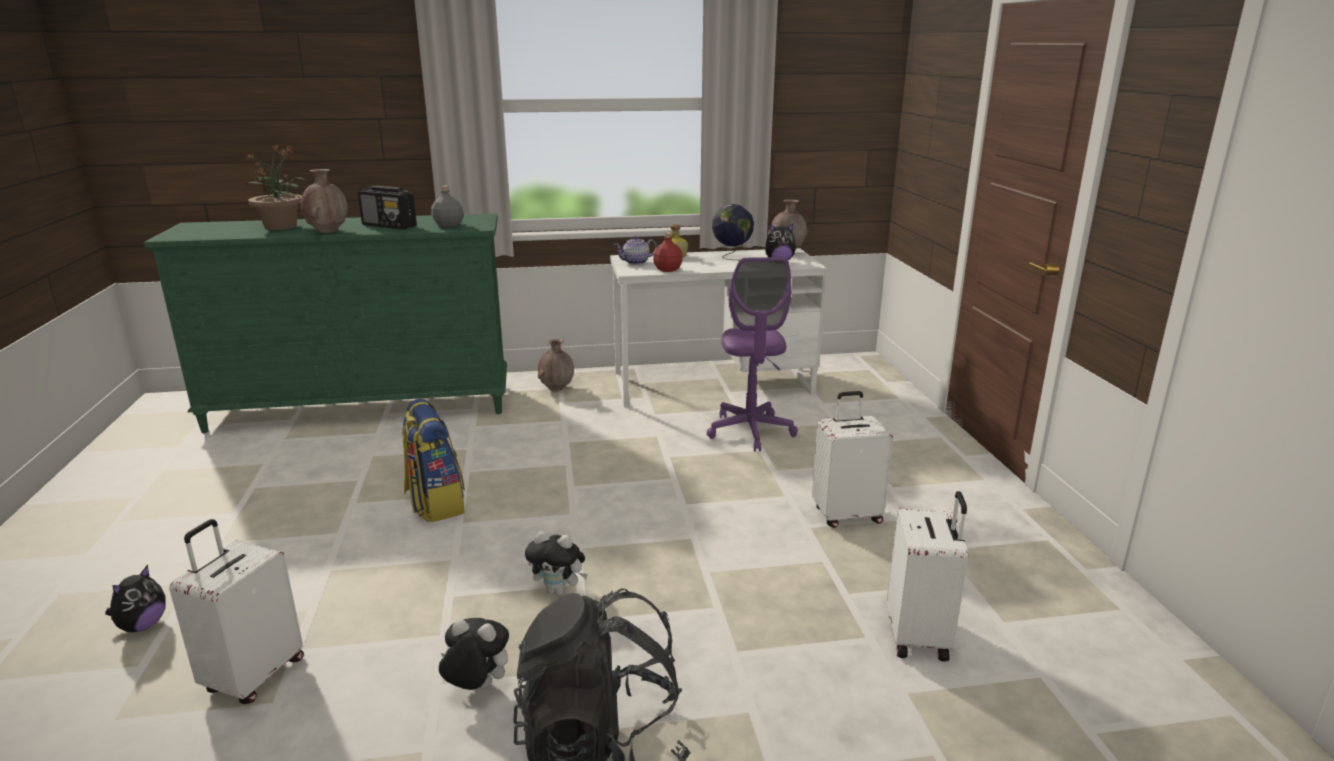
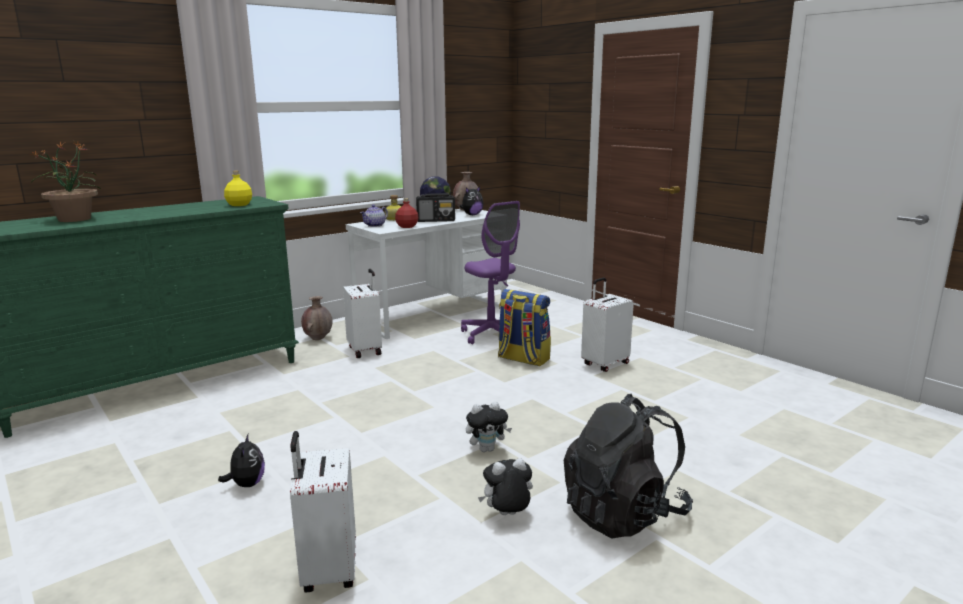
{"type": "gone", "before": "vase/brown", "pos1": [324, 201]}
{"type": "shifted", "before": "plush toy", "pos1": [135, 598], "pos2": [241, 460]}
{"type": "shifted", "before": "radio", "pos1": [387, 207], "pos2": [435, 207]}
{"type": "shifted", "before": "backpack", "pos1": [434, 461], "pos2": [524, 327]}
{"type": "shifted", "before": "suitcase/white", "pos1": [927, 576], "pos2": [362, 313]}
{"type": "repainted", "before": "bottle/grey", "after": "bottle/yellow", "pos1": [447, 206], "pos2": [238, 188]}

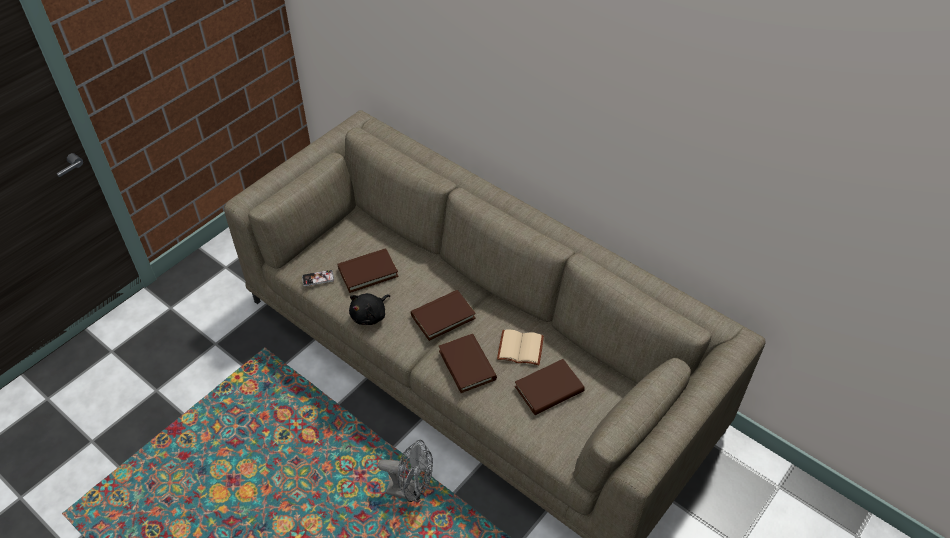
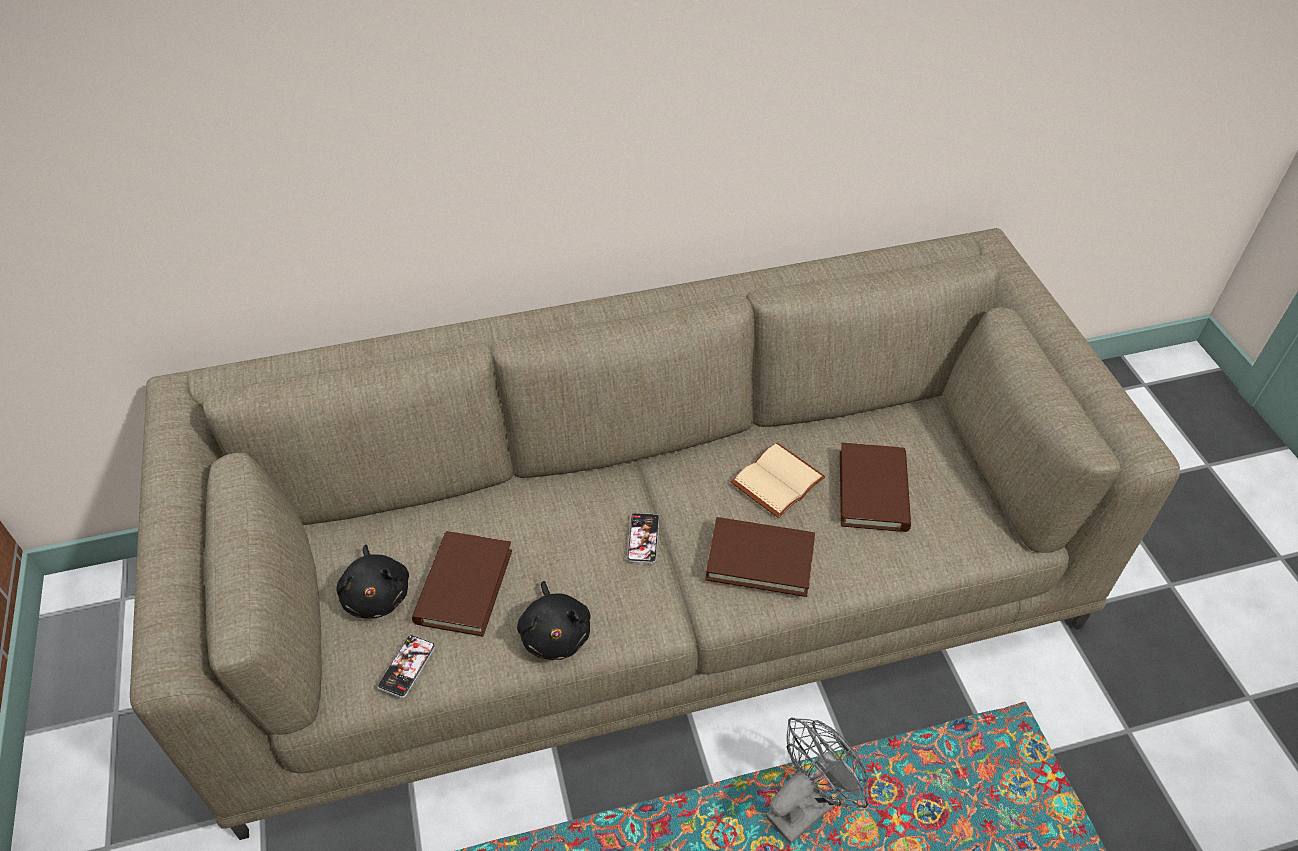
{"type": "new", "after": "plush toy/black", "pos2": [373, 581]}
{"type": "swapped", "before": "book/brown", "after": "phone", "pos1": [443, 315], "pos2": [643, 538]}

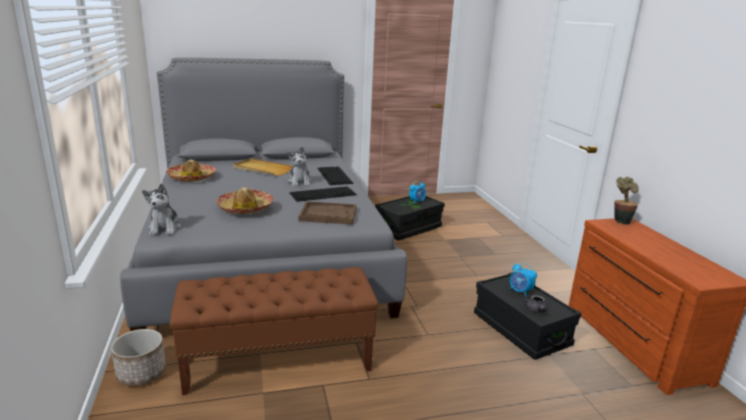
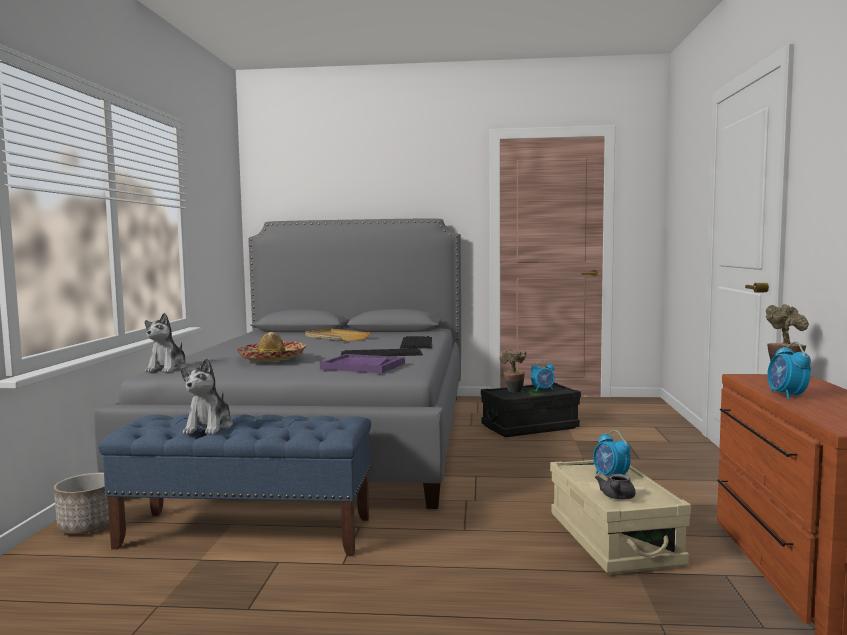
{"type": "gone", "before": "hat", "pos1": [191, 171]}
{"type": "new", "after": "potted plant", "pos2": [513, 371]}
{"type": "new", "after": "alarm clock", "pos2": [789, 371]}
{"type": "shifted", "before": "plush toy", "pos1": [299, 166], "pos2": [207, 396]}
{"type": "repainted", "before": "bench/brown", "after": "bench/blue", "pos1": [274, 331], "pos2": [234, 485]}
{"type": "repainted", "before": "tray/brown", "after": "tray/purple", "pos1": [328, 213], "pos2": [362, 363]}
{"type": "repainted", "before": "storage box/black", "after": "storage box/beige", "pos1": [527, 316], "pos2": [620, 517]}

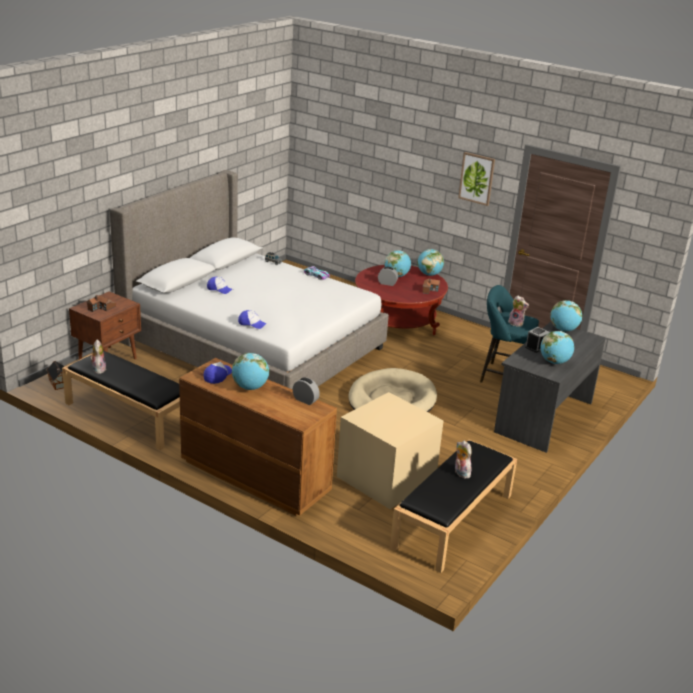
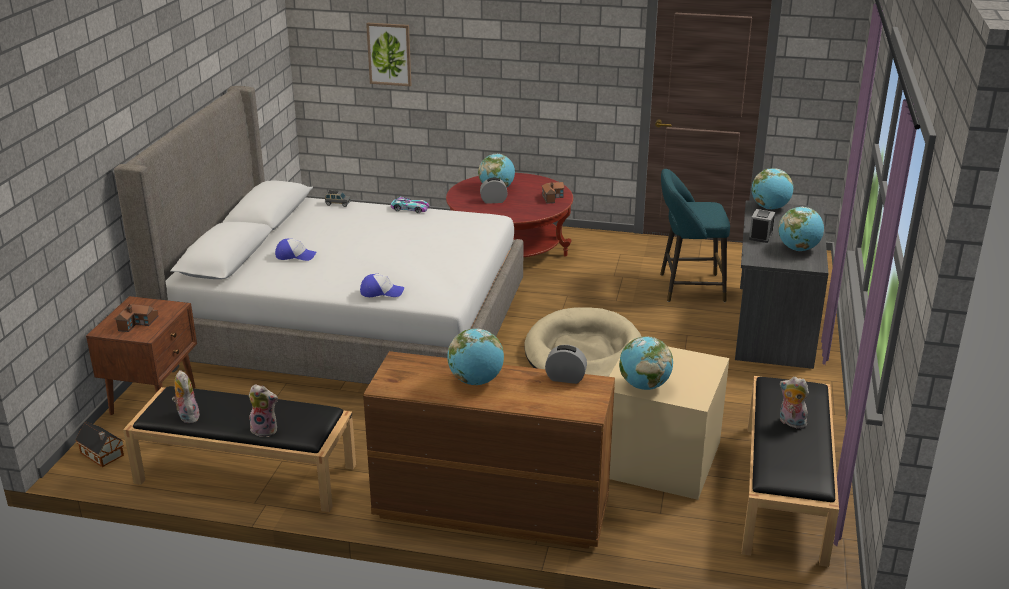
{"type": "gone", "before": "cap", "pos1": [218, 373]}
{"type": "shifted", "before": "globe", "pos1": [430, 262], "pos2": [646, 363]}
{"type": "shifted", "before": "picture", "pos1": [476, 179], "pos2": [388, 54]}
{"type": "shifted", "before": "plush toy", "pos1": [518, 311], "pos2": [263, 410]}

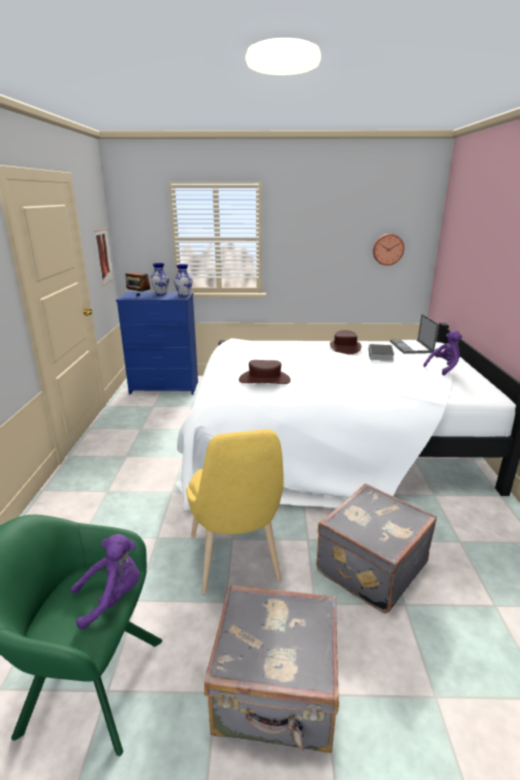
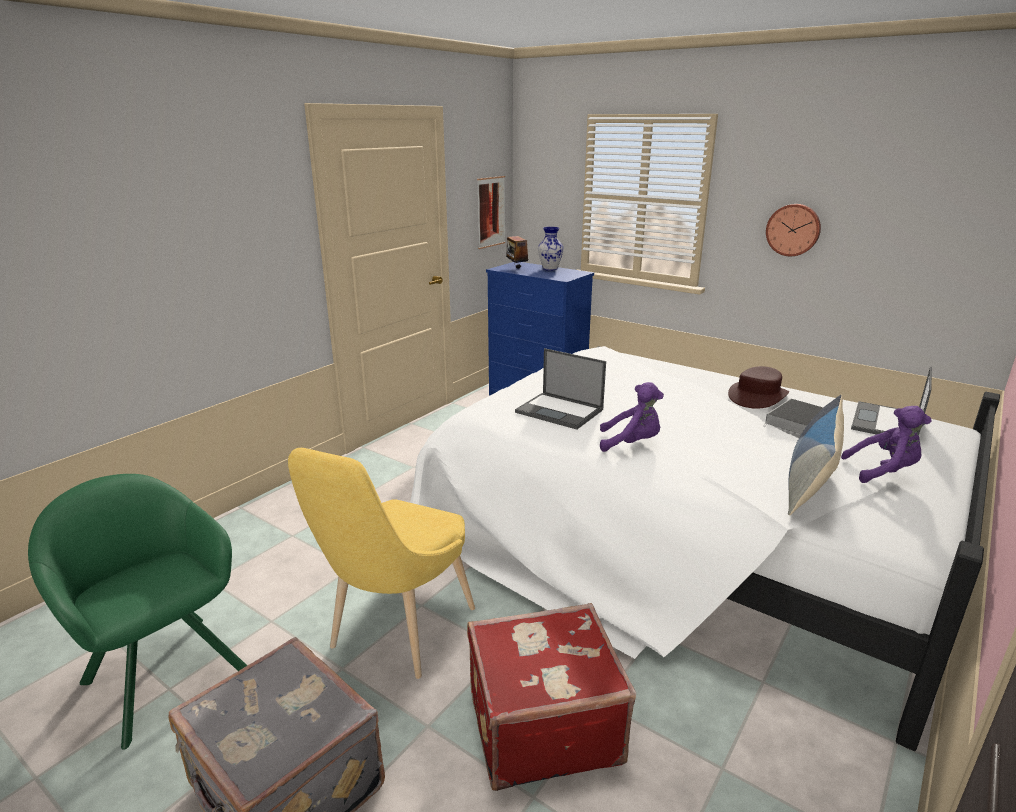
{"type": "gone", "before": "vase", "pos1": [183, 280]}
{"type": "new", "after": "pillow", "pos2": [816, 455]}
{"type": "shifted", "before": "plush toy/purple", "pos1": [105, 581], "pos2": [632, 417]}
{"type": "shifted", "before": "wall clock", "pos1": [388, 250], "pos2": [793, 230]}
{"type": "swapped", "before": "hat/brown", "after": "laptop", "pos1": [265, 372], "pos2": [560, 389]}
{"type": "repainted", "before": "suitcase/grey", "after": "suitcase/red", "pos1": [376, 549], "pos2": [551, 697]}

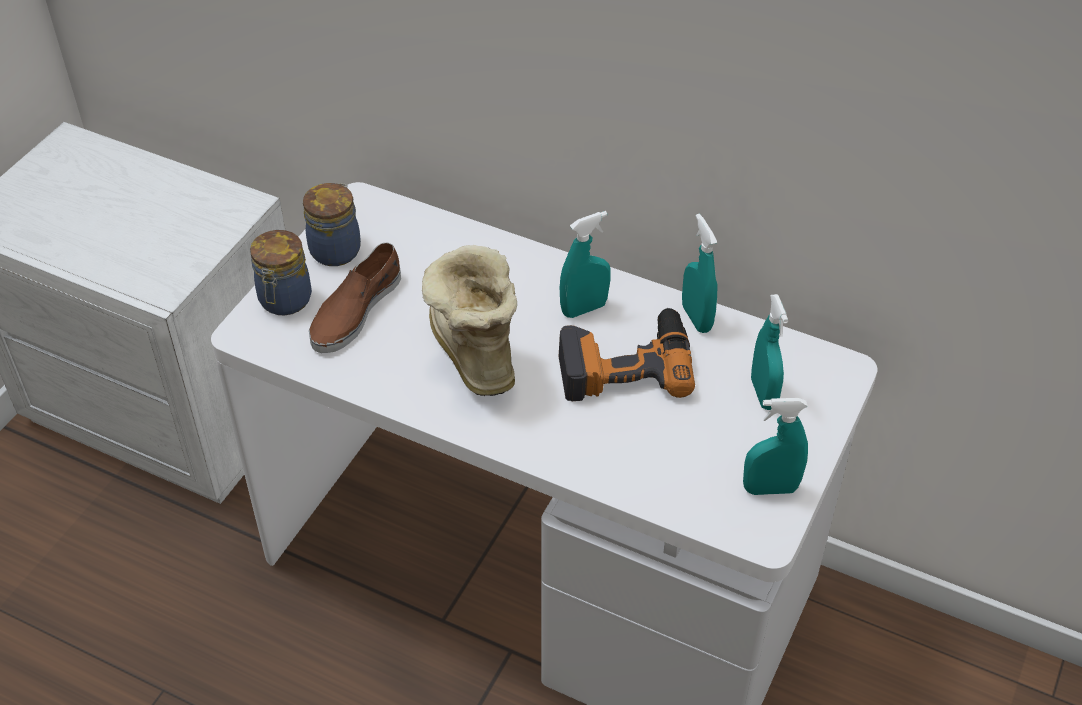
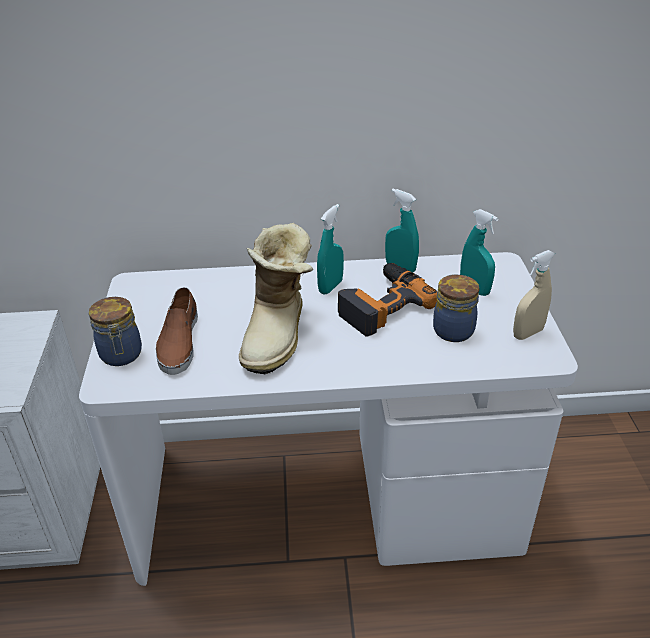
{"type": "shifted", "before": "jar", "pos1": [332, 224], "pos2": [456, 308]}
{"type": "repainted", "before": "spray bottle/turquoise", "after": "spray bottle/beige", "pos1": [775, 446], "pos2": [534, 295]}
{"type": "rotated", "before": "boot", "pos1": [469, 320], "pos2": [276, 298], "turn": -120}

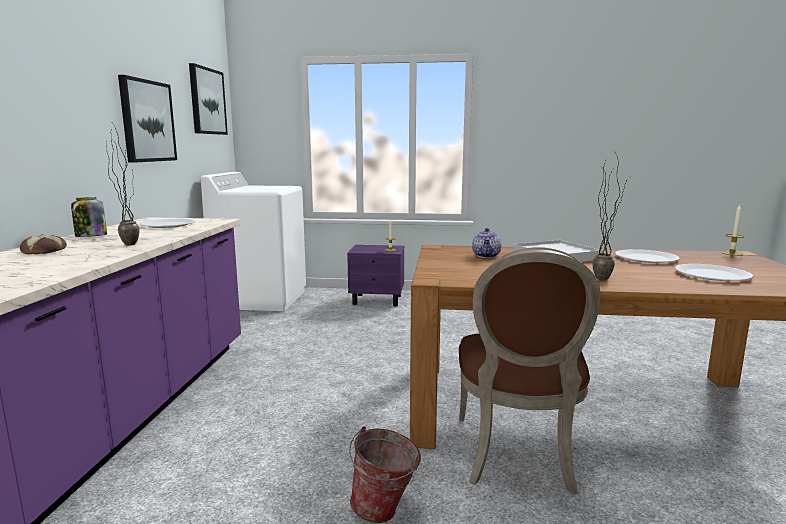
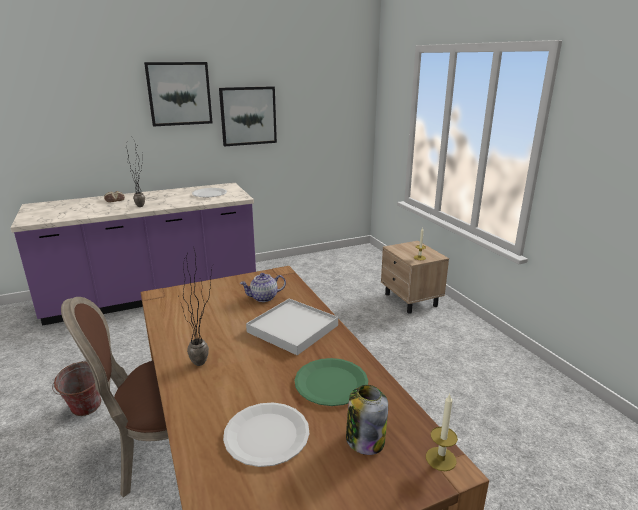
{"type": "gone", "before": "washing machine/white", "pos1": [253, 241]}
{"type": "shifted", "before": "jar", "pos1": [89, 217], "pos2": [367, 420]}
{"type": "shifted", "before": "picture", "pos1": [208, 99], "pos2": [178, 94]}
{"type": "repainted", "before": "nightstand/purple", "after": "nightstand/beige", "pos1": [375, 275], "pos2": [415, 277]}
{"type": "repainted", "before": "plate/white", "after": "plate/green", "pos1": [647, 256], "pos2": [331, 382]}

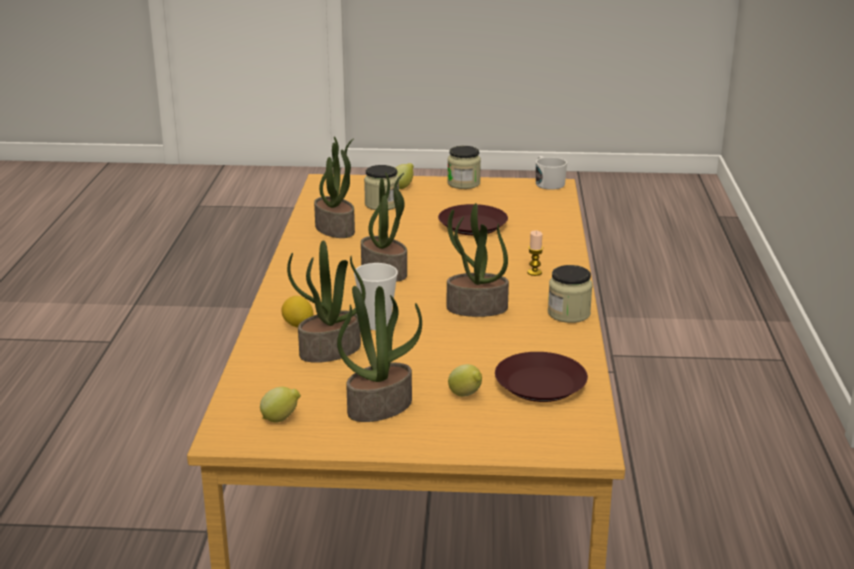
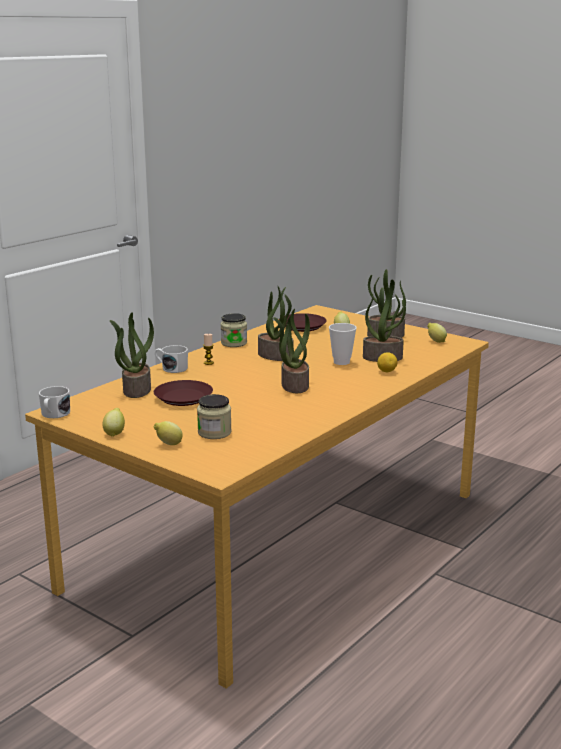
{"type": "new", "after": "mug/white", "pos2": [171, 359]}
{"type": "shifted", "before": "potted plant", "pos1": [334, 187], "pos2": [132, 355]}
{"type": "swapped", "before": "jar", "after": "lemon", "pos1": [464, 167], "pos2": [113, 422]}

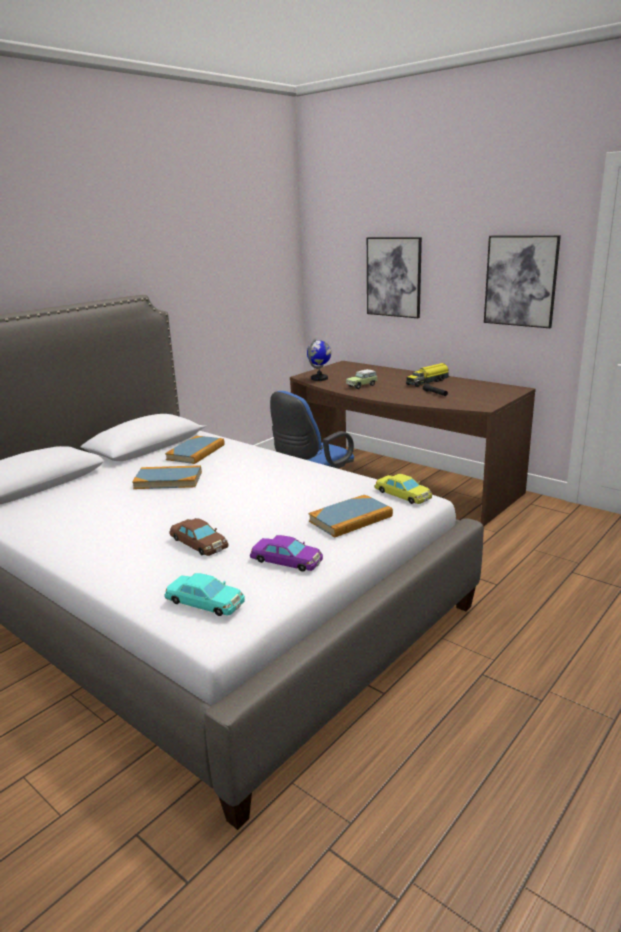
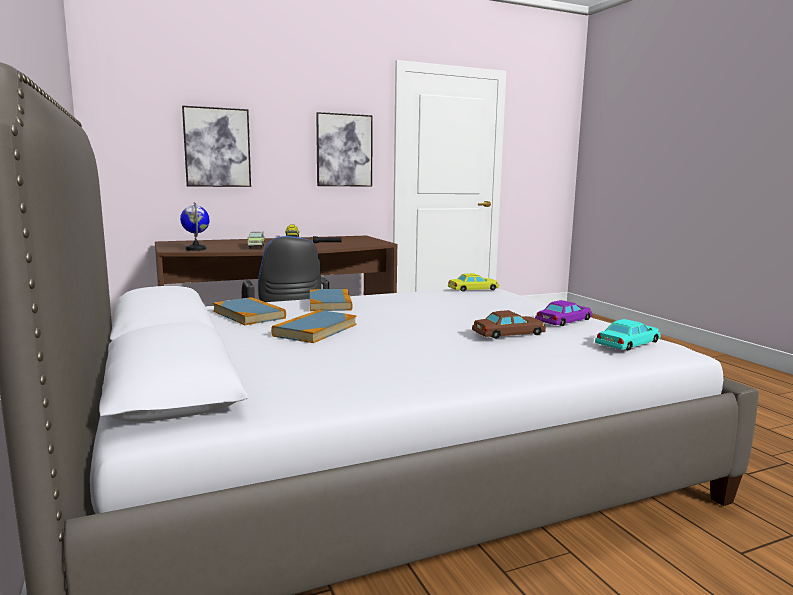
{"type": "shifted", "before": "book", "pos1": [351, 516], "pos2": [331, 300]}

